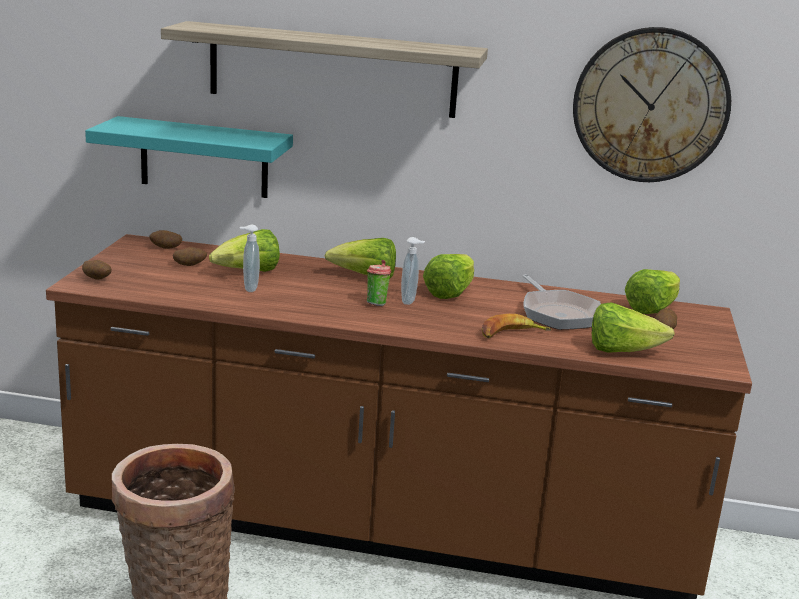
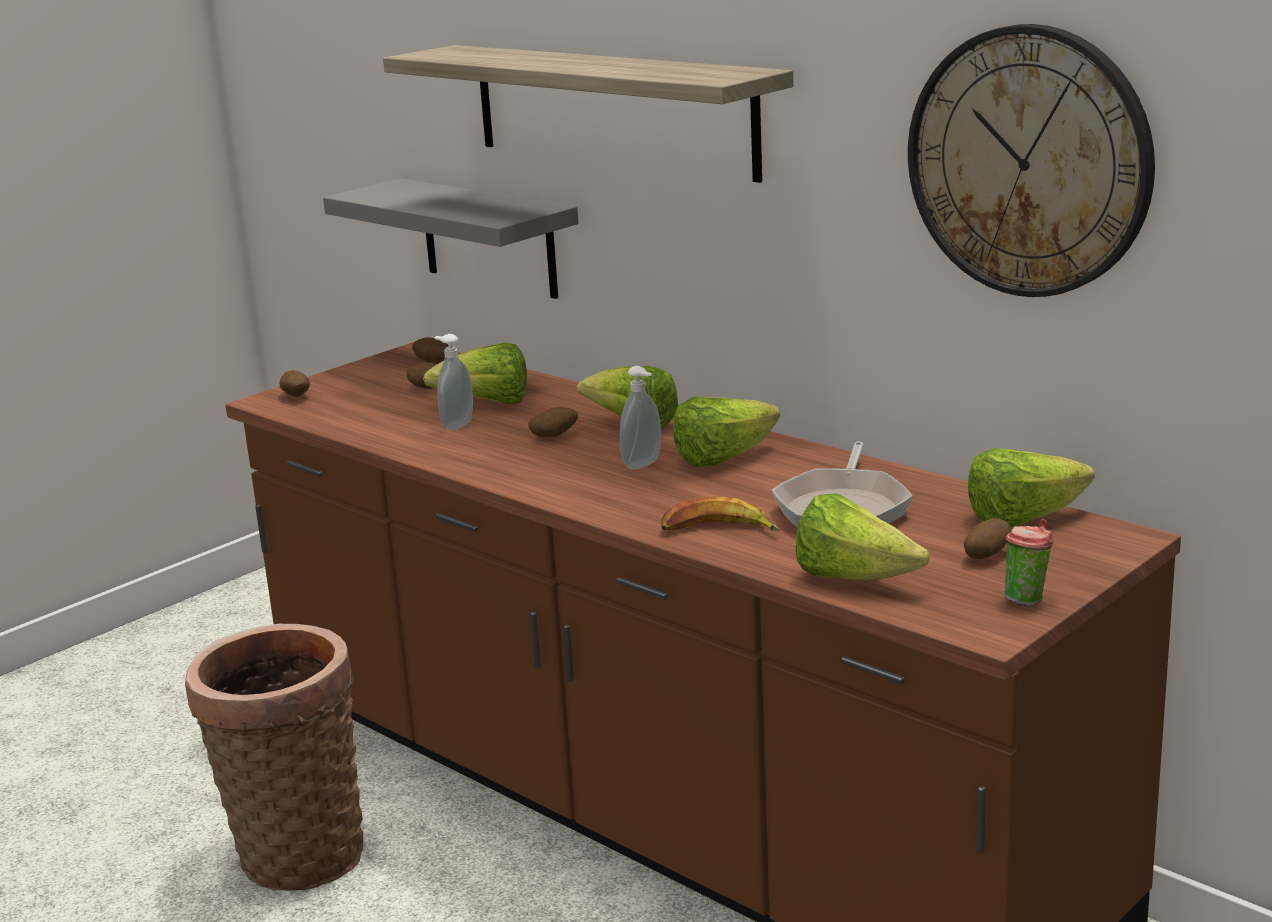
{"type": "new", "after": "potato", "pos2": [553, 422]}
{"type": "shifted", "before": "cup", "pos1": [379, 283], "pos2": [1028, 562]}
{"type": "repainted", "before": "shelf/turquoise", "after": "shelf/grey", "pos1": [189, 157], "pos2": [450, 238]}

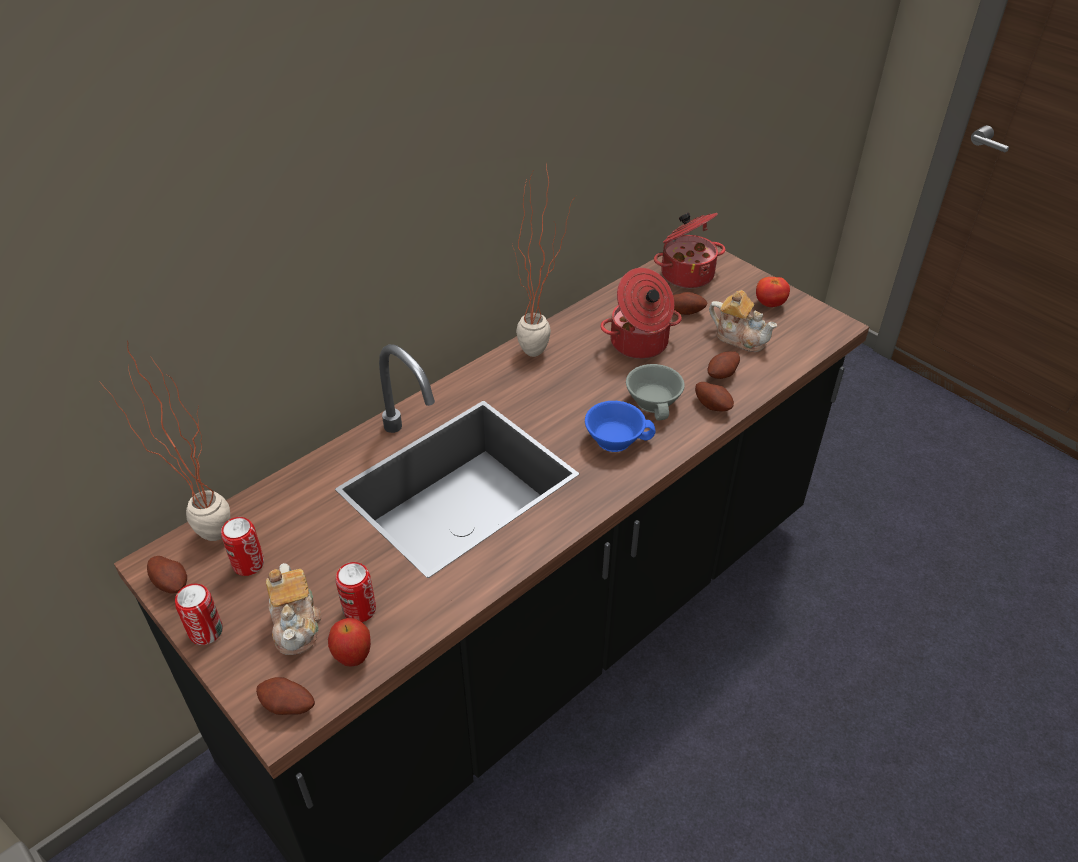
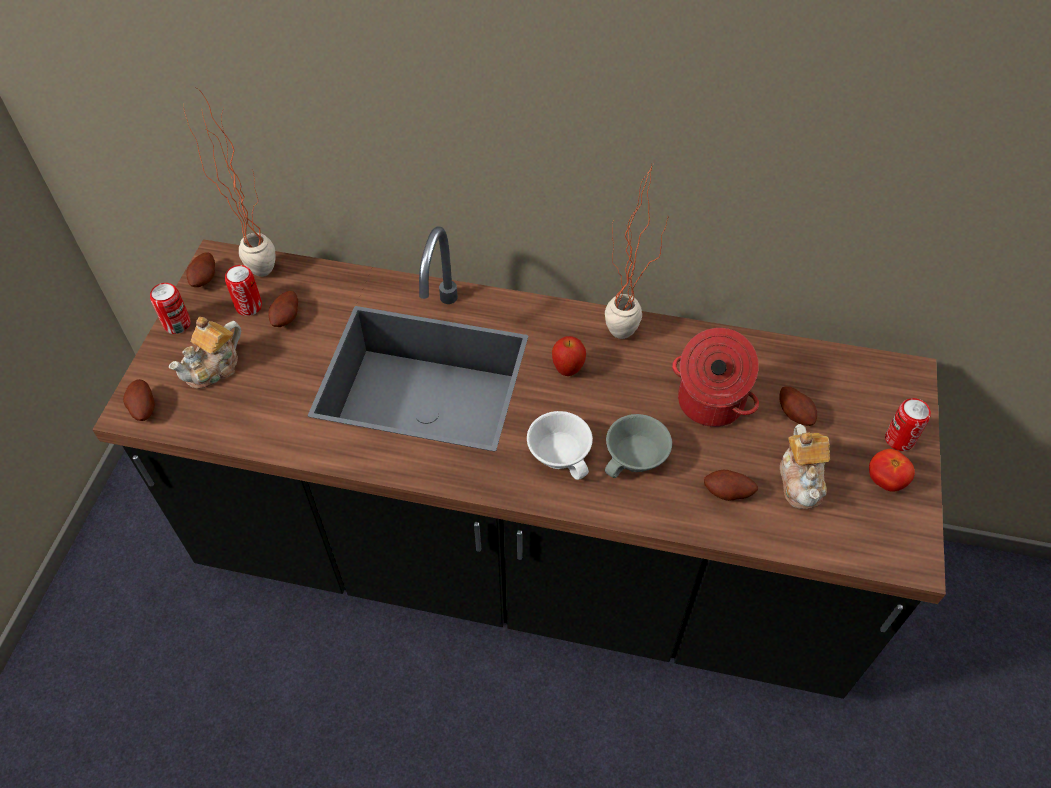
{"type": "gone", "before": "cooking pot", "pos1": [690, 250]}
{"type": "shifted", "before": "apple", "pos1": [349, 642], "pos2": [569, 356]}
{"type": "shifted", "before": "can", "pos1": [356, 592], "pos2": [908, 424]}
{"type": "shifted", "before": "potato", "pos1": [714, 396], "pos2": [283, 309]}
{"type": "repainted", "before": "cup/blue", "after": "cup/white", "pos1": [620, 426], "pos2": [560, 445]}

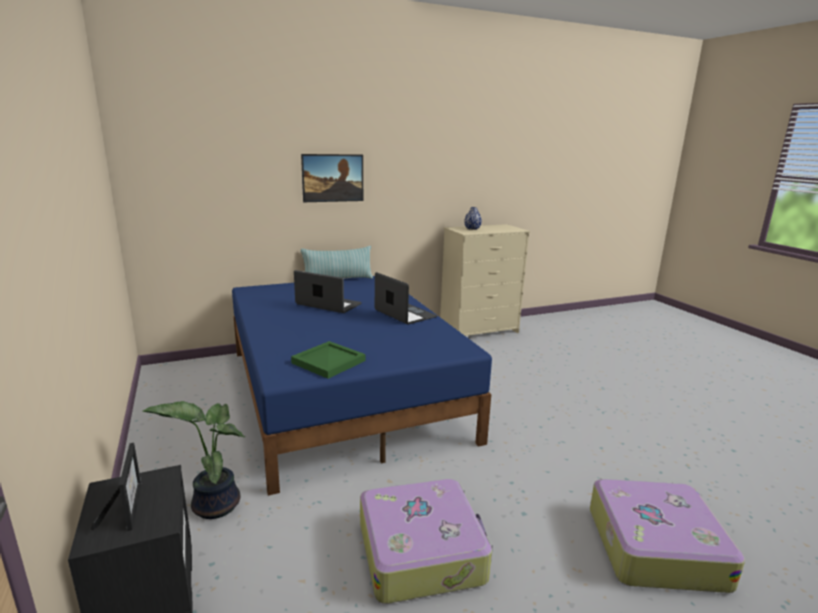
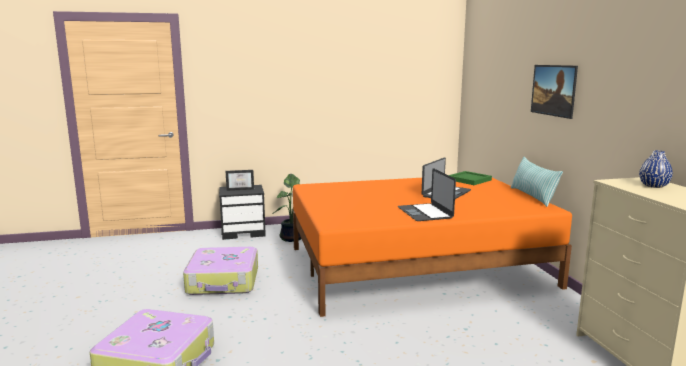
{"type": "shifted", "before": "tray/green", "pos1": [328, 360], "pos2": [470, 178]}
{"type": "repainted", "before": "bed/blue", "after": "bed/orange", "pos1": [362, 386], "pos2": [432, 247]}
{"type": "rotated", "before": "laptop", "pos1": [406, 298], "pos2": [427, 194], "turn": 105}

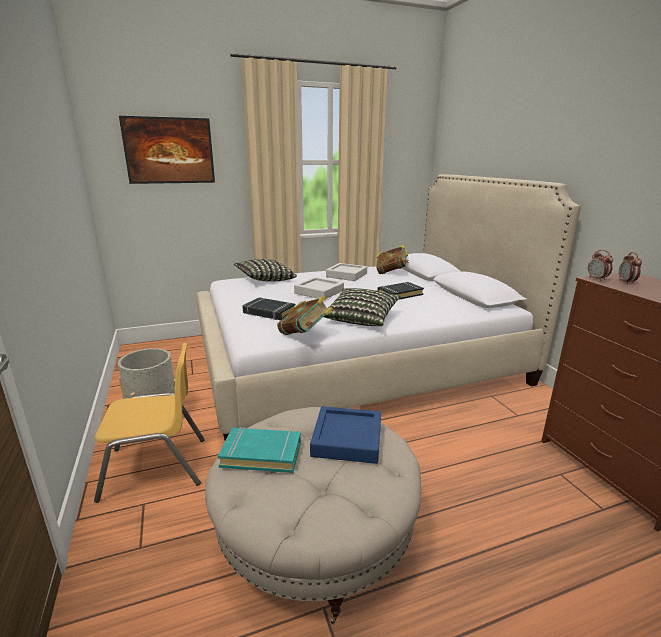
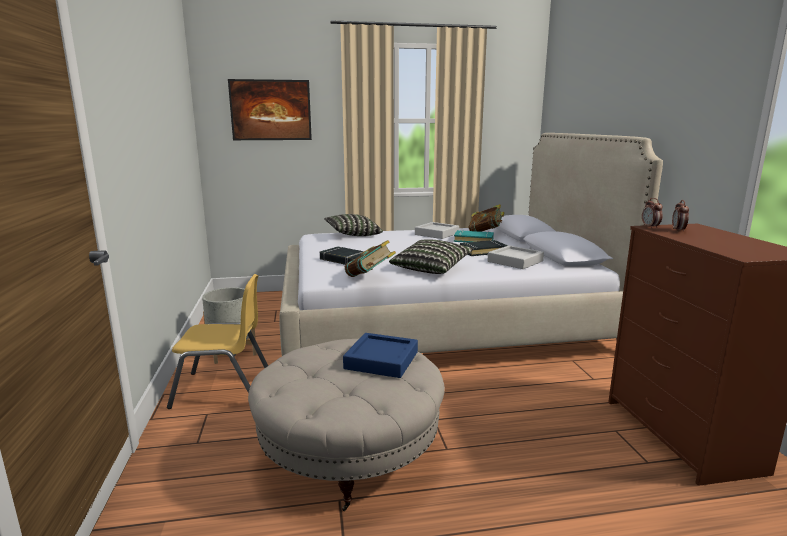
{"type": "shifted", "before": "book/turquoise", "pos1": [259, 450], "pos2": [474, 236]}
{"type": "shifted", "before": "tray/grey", "pos1": [319, 288], "pos2": [515, 257]}

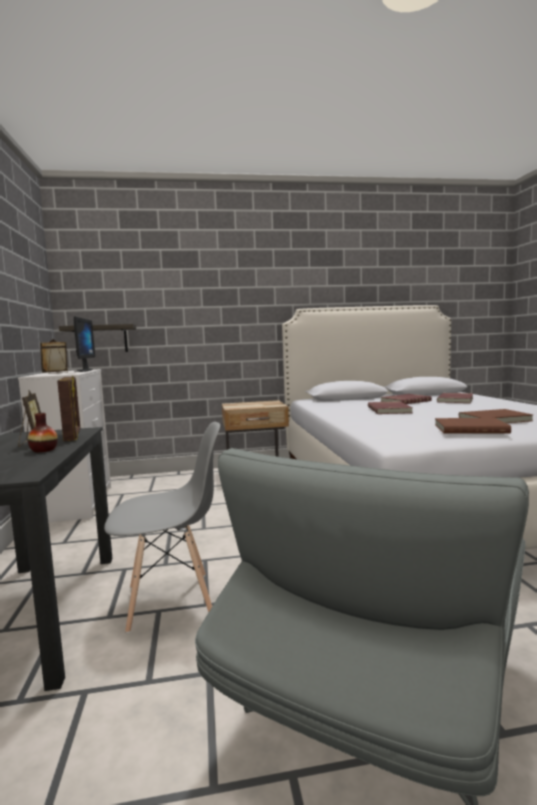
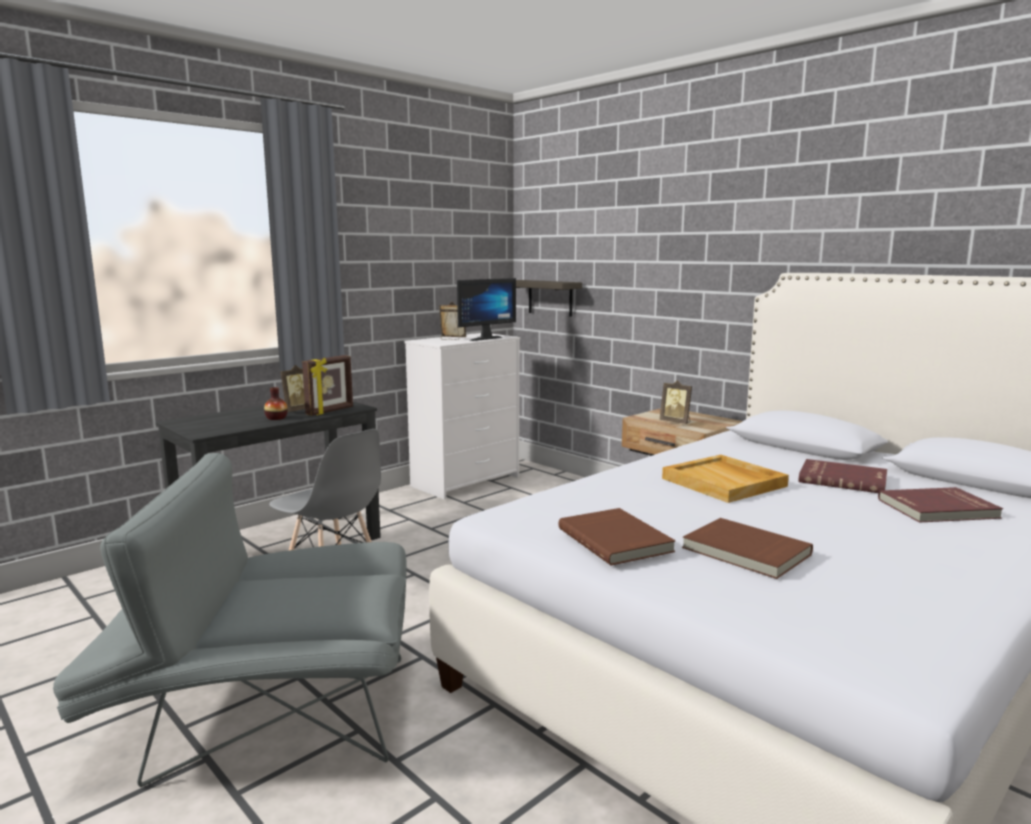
{"type": "new", "after": "picture frame", "pos2": [675, 402]}
{"type": "swapped", "before": "book/red", "after": "tray/beige", "pos1": [390, 407], "pos2": [725, 479]}

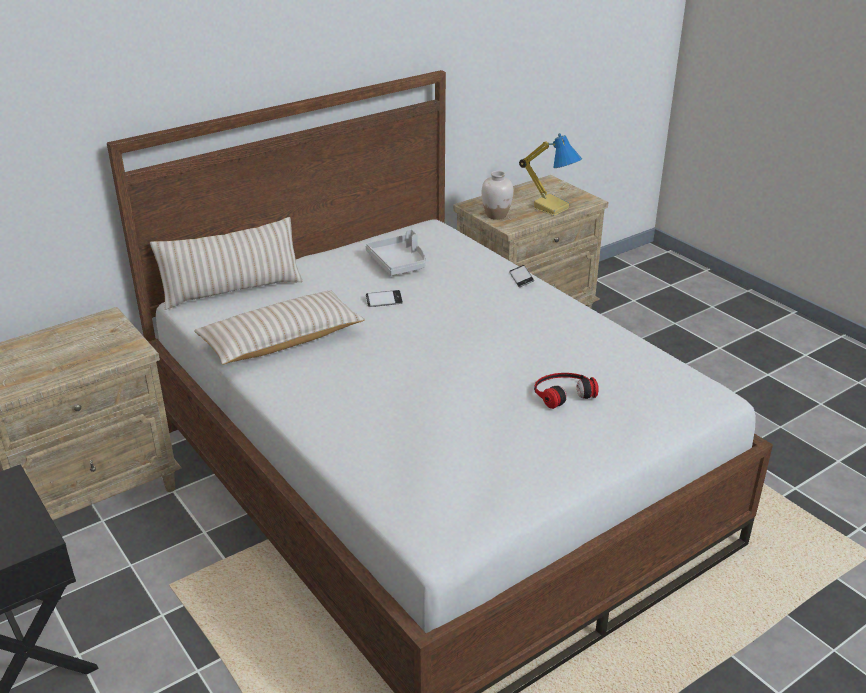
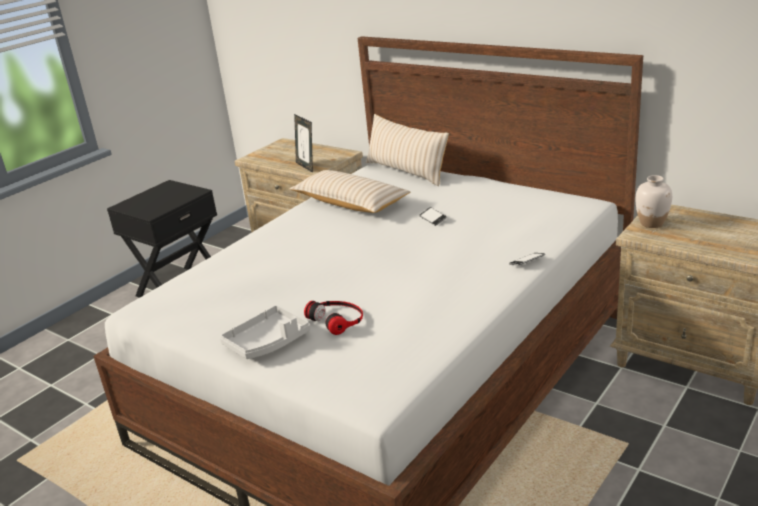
{"type": "gone", "before": "table lamp", "pos1": [550, 174]}
{"type": "new", "after": "picture frame", "pos2": [303, 143]}
{"type": "shifted", "before": "tray/grey", "pos1": [395, 252], "pos2": [265, 332]}

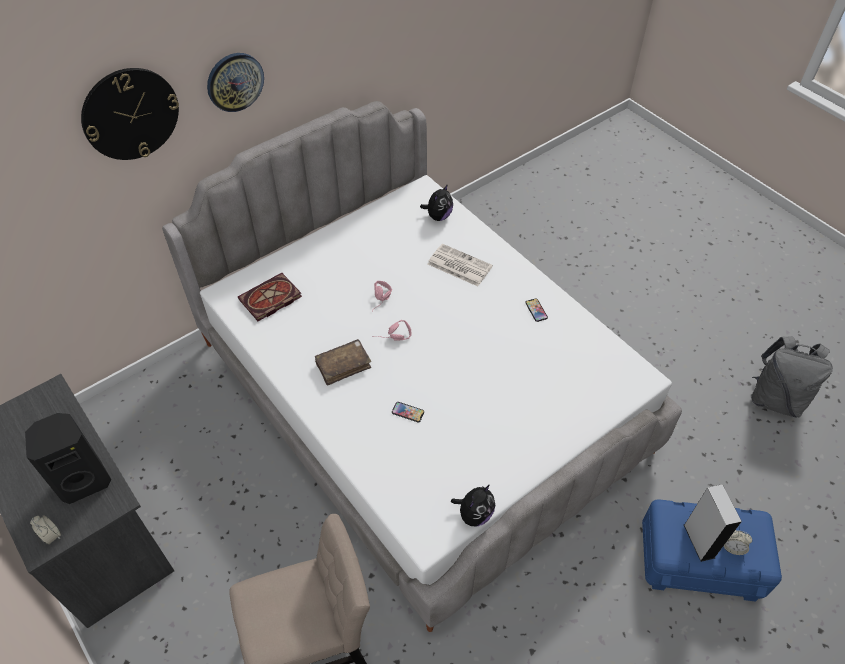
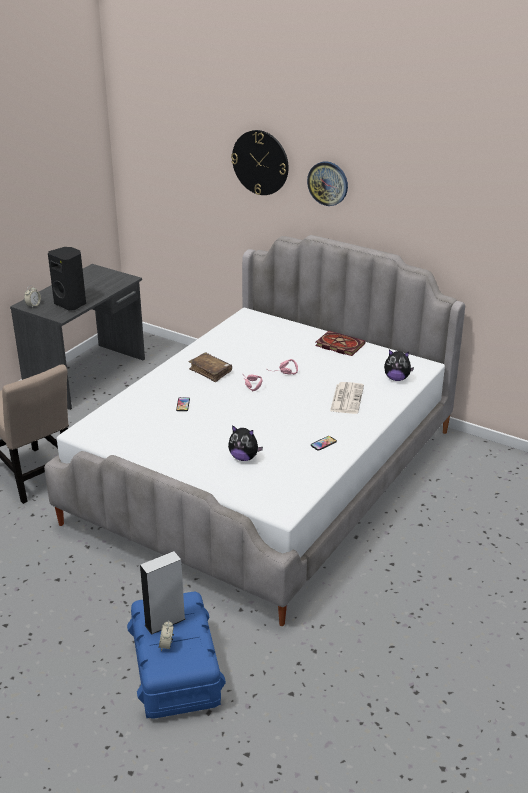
{"type": "gone", "before": "backpack/grey", "pos1": [792, 377]}
{"type": "shifted", "before": "book", "pos1": [270, 297], "pos2": [340, 343]}
{"type": "shifted", "before": "plush toy", "pos1": [473, 505], "pos2": [245, 443]}

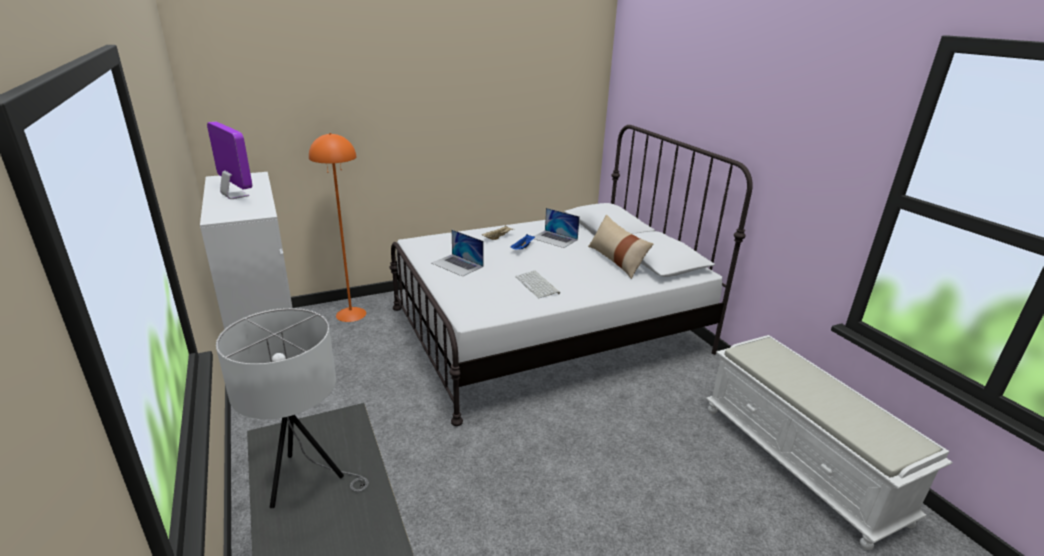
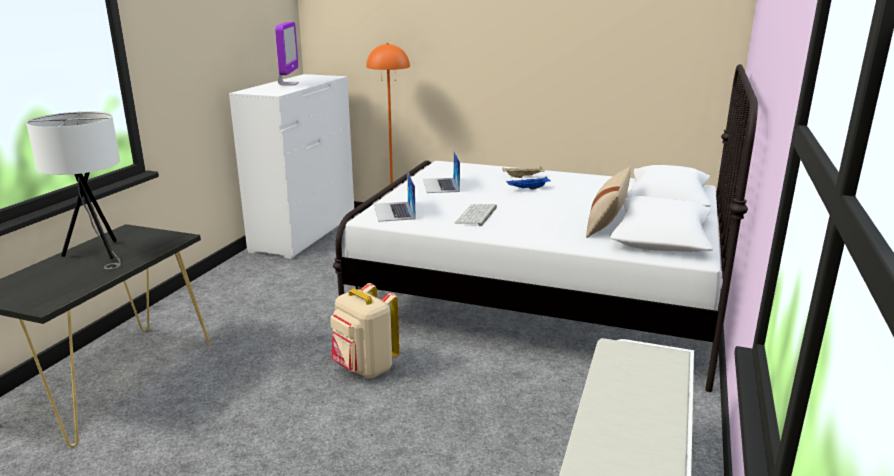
{"type": "new", "after": "backpack/beige", "pos2": [364, 330]}
{"type": "shifted", "before": "laptop", "pos1": [557, 228], "pos2": [395, 196]}

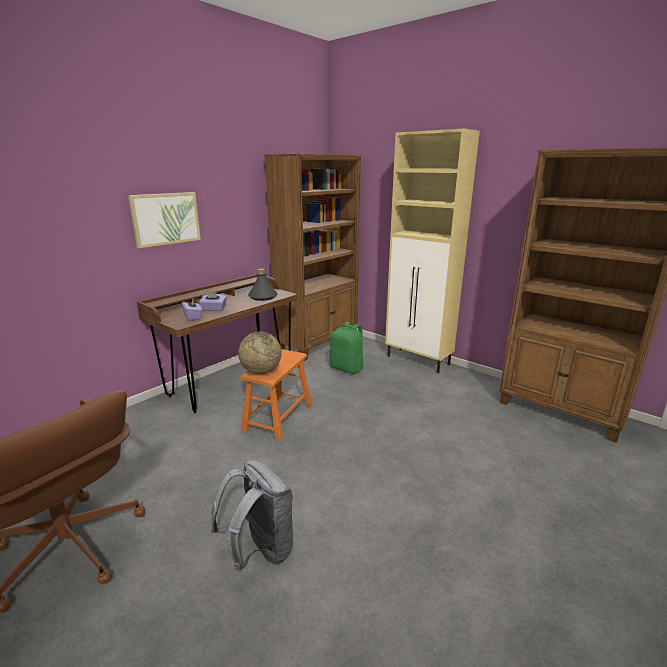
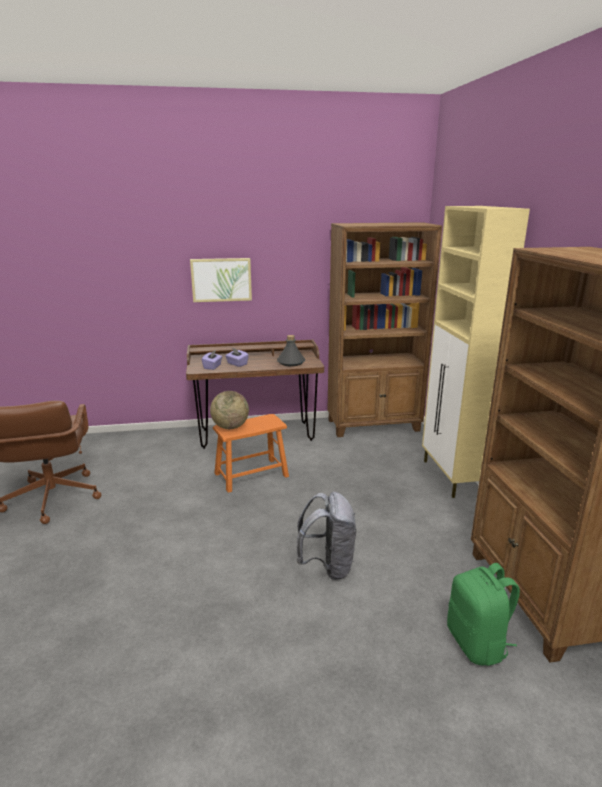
{"type": "shifted", "before": "backpack/grey", "pos1": [252, 515], "pos2": [326, 536]}
{"type": "shifted", "before": "backpack/green", "pos1": [346, 348], "pos2": [483, 614]}

